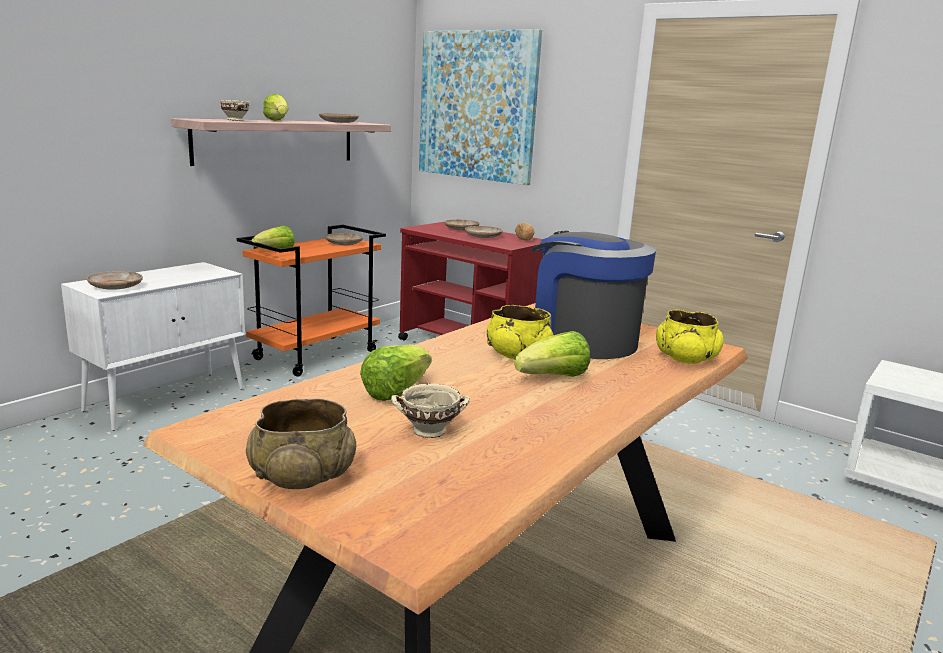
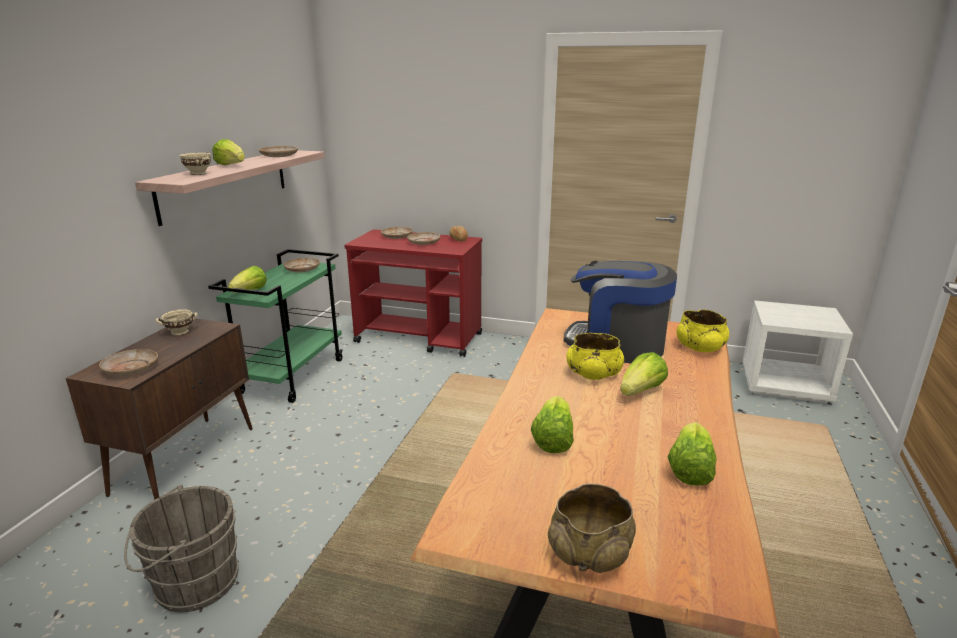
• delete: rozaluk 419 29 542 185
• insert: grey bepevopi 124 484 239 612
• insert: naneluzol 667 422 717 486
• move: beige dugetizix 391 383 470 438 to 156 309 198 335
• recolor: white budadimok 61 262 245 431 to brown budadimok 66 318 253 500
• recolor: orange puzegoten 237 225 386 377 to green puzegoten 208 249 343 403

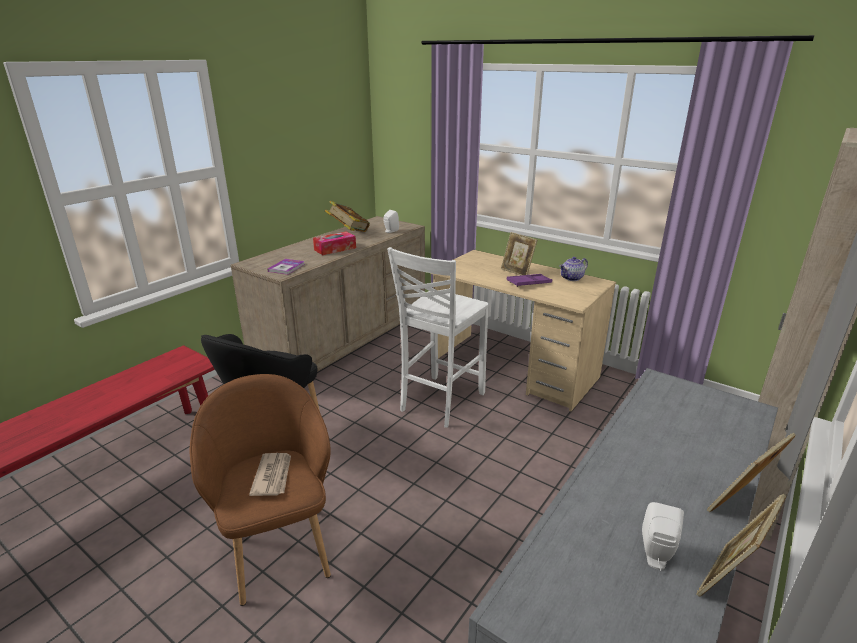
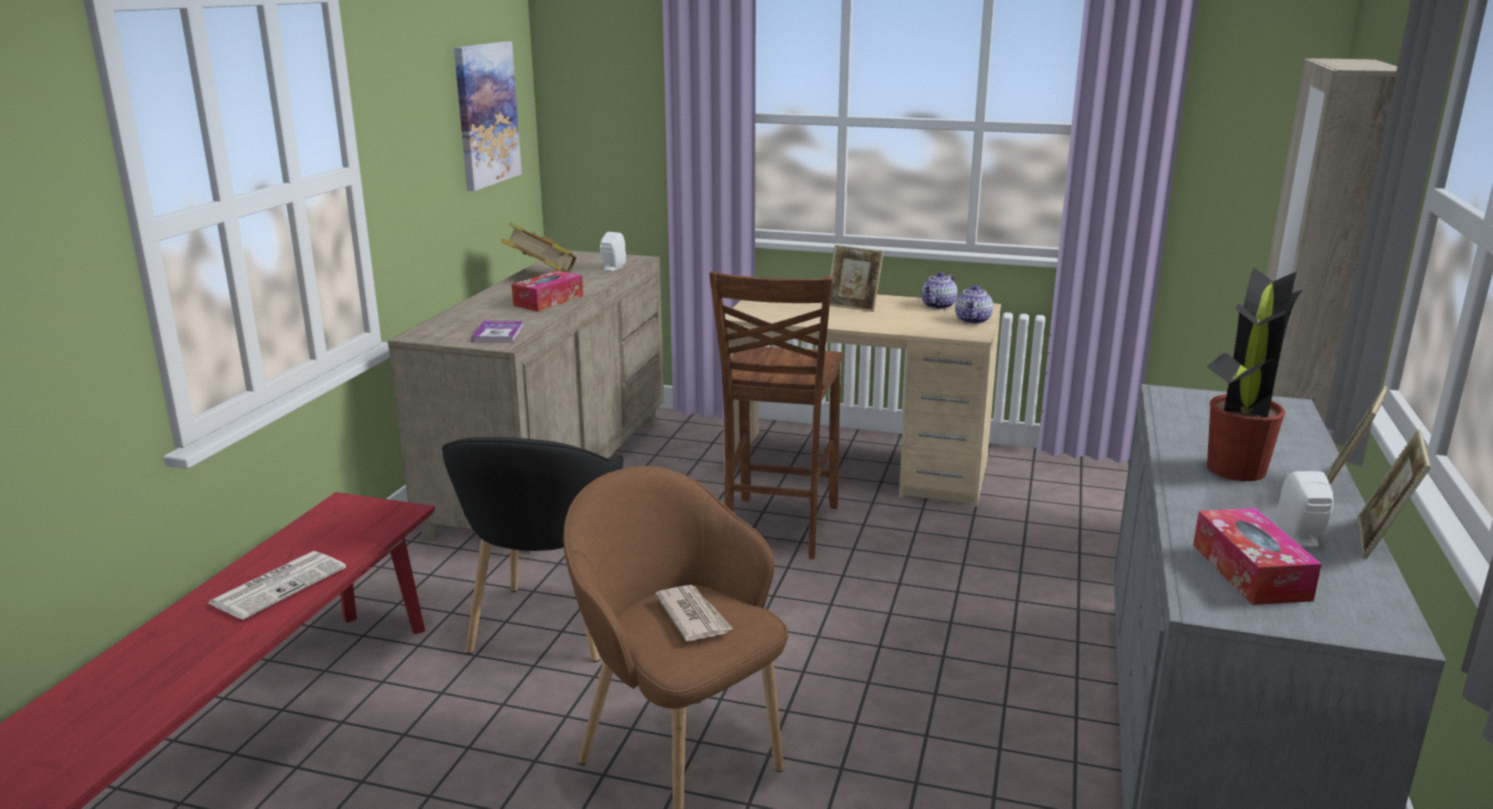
• delete: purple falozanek 506 274 552 287
• insert: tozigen 209 551 346 620
• insert: rozaluk 454 41 522 191
• insert: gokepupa 955 285 993 324
• insert: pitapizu 1193 508 1322 605
• insert: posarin 1206 267 1303 481
• recolor: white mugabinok 387 247 489 428 to brown mugabinok 709 271 844 559

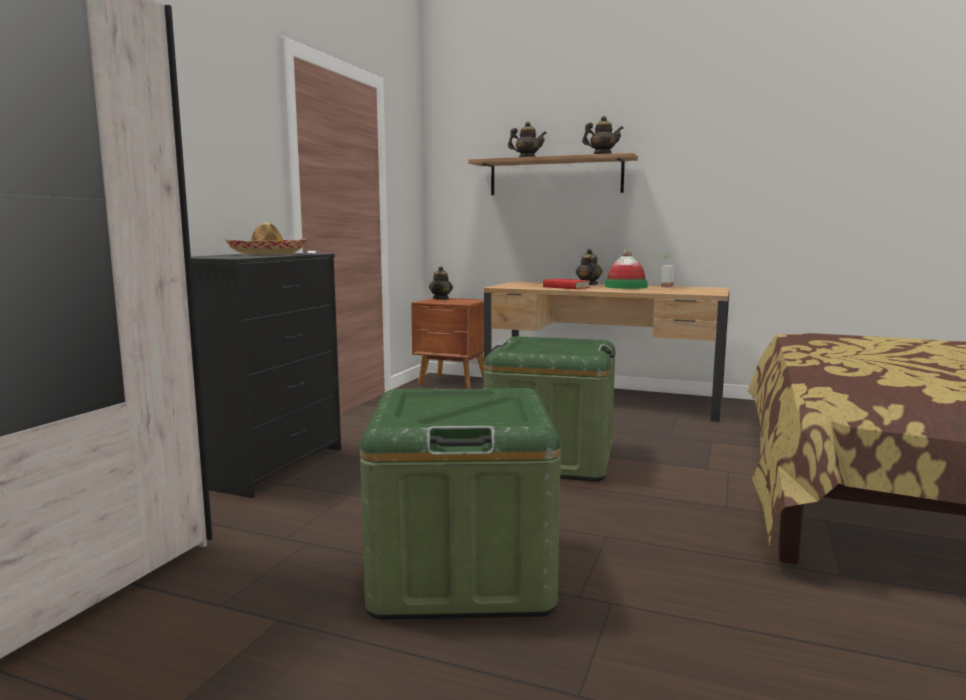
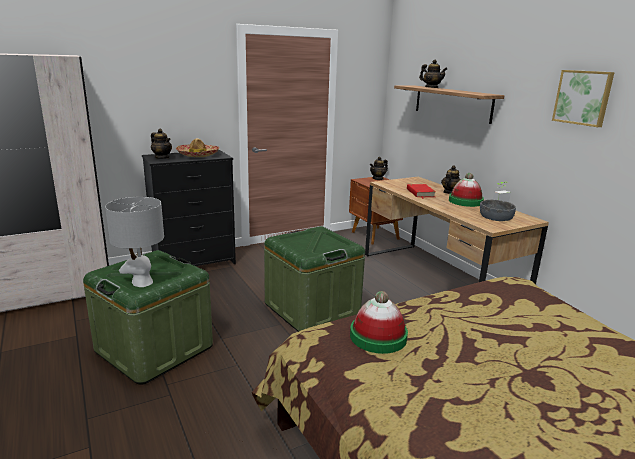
• insert: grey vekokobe 105 197 164 287
• insert: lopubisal 350 291 408 354
• insert: grey dugetizix 480 200 516 221
• insert: rozaluk 552 70 615 127
• move: gokepupa 582 116 624 154 to 151 129 172 159

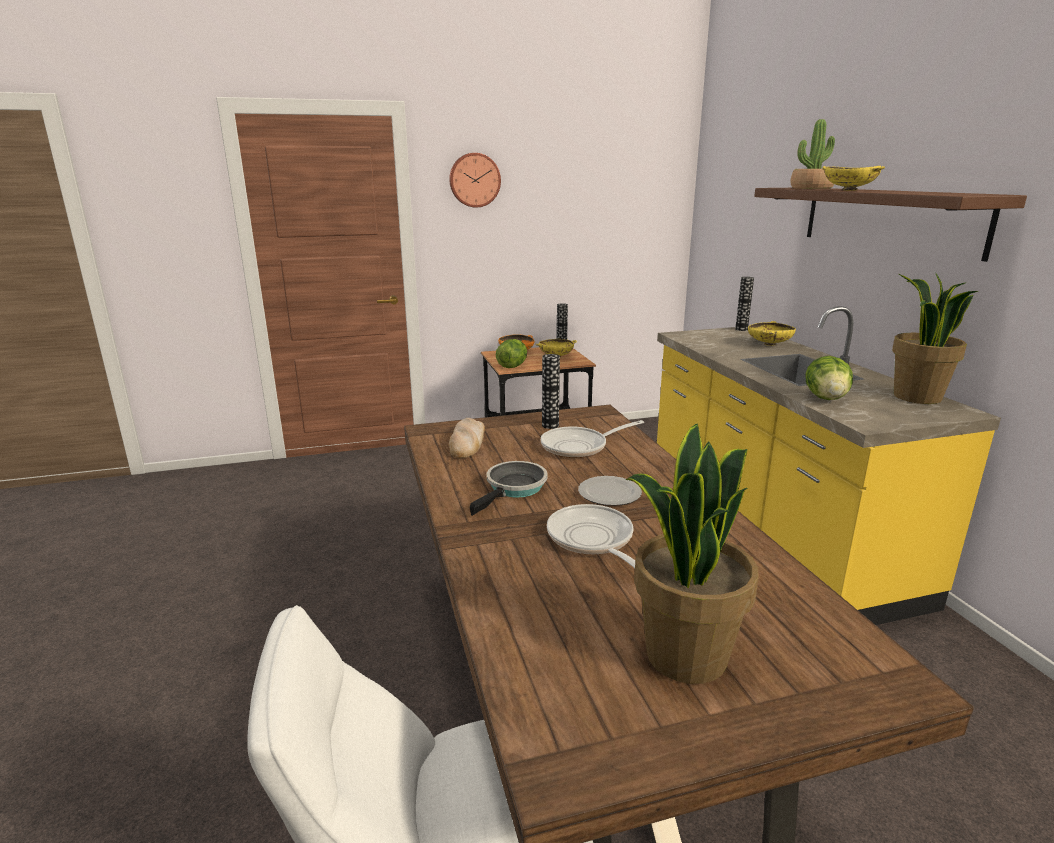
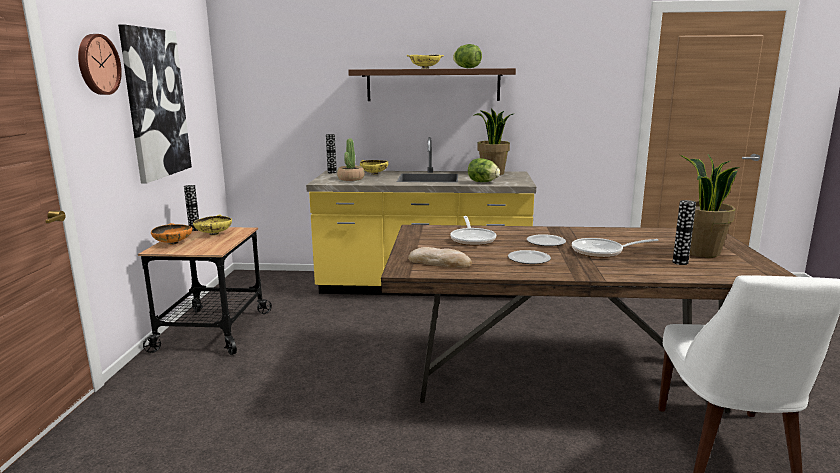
• insert: rozaluk 118 24 192 183
• move: naneluzol 496 339 527 368 to 453 44 482 68
• move: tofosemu 542 354 560 429 to 673 200 696 265
• move: posarin 791 119 835 189 to 337 138 364 181
• replace: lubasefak 470 461 548 516 to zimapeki 508 250 551 264

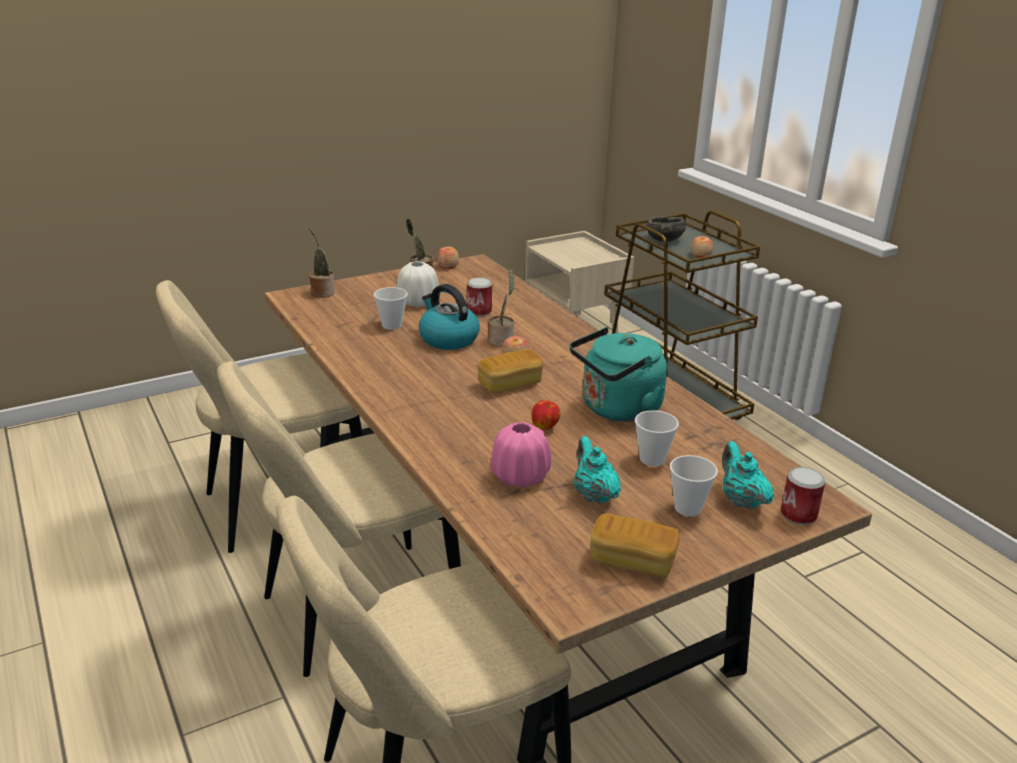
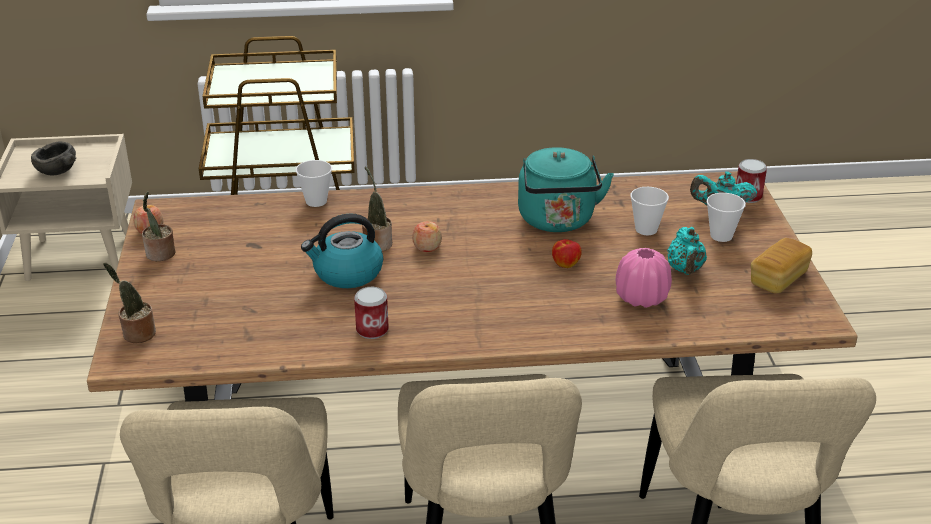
• delete: white tofosemu 397 261 439 307
• delete: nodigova 477 349 544 393
• delete: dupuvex 691 236 713 258
• move: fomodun 374 287 408 330 to 295 160 332 207
• move: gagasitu 467 278 492 317 to 354 287 389 339
• move: grey dugetizix 647 216 686 242 to 31 142 76 175
• rotate: turquoise gokepupa 574 436 621 504 = 667 227 707 275 90 degrees counterclockwise

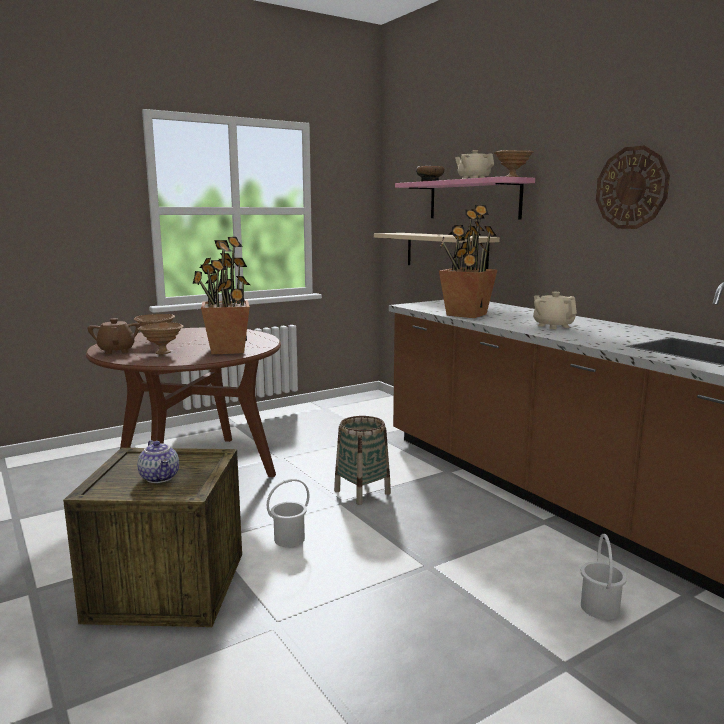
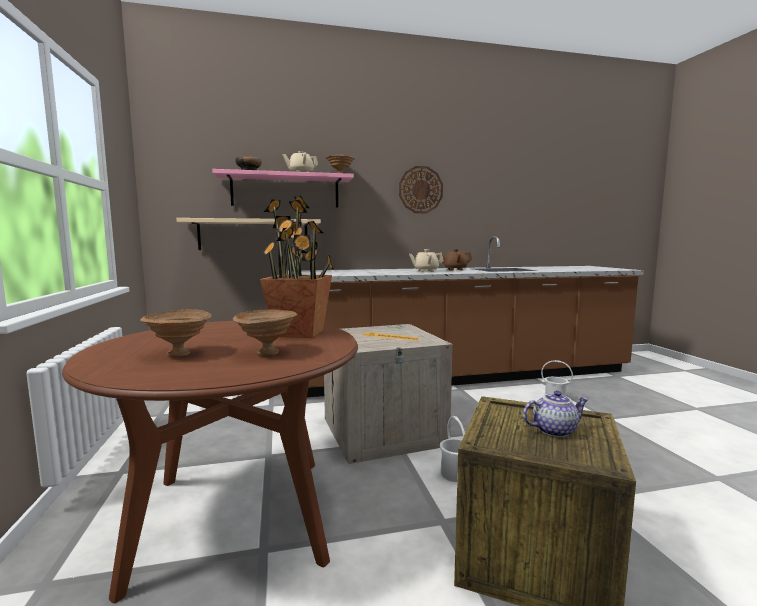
• delete: posarin 439 205 498 318
• move: brown gokepupa 87 318 141 354 to 442 249 472 270
• replace: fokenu 334 416 391 505 to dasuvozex 324 324 453 464

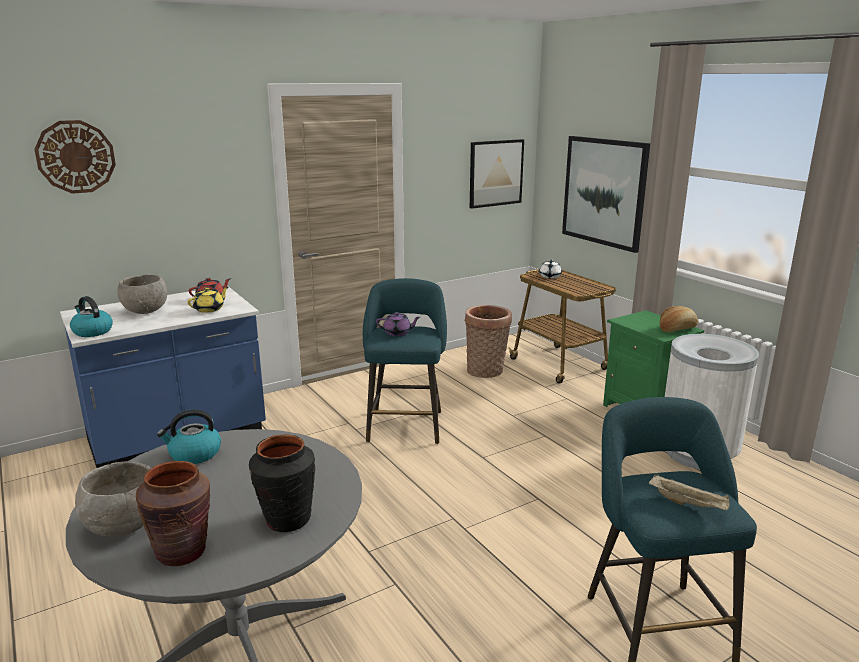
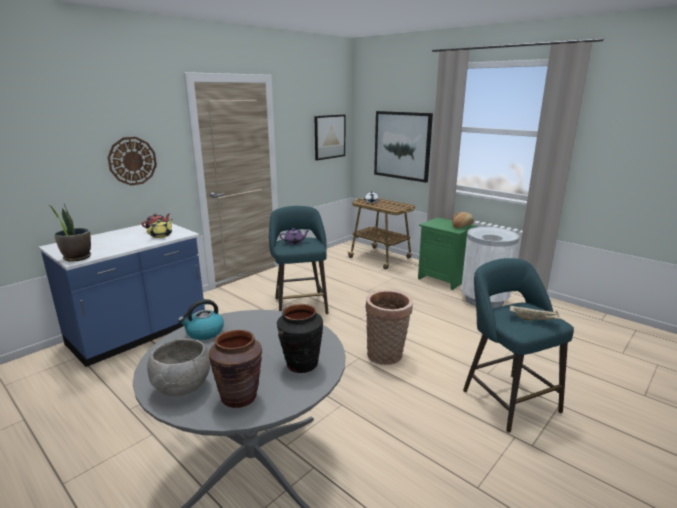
• delete: grey dugetizix 118 274 167 314
• move: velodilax 34 120 116 194 to 107 137 157 186
• move: fokenu 465 305 512 378 to 366 290 413 365
• replace: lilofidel 70 296 113 337 to posarin 49 204 91 262

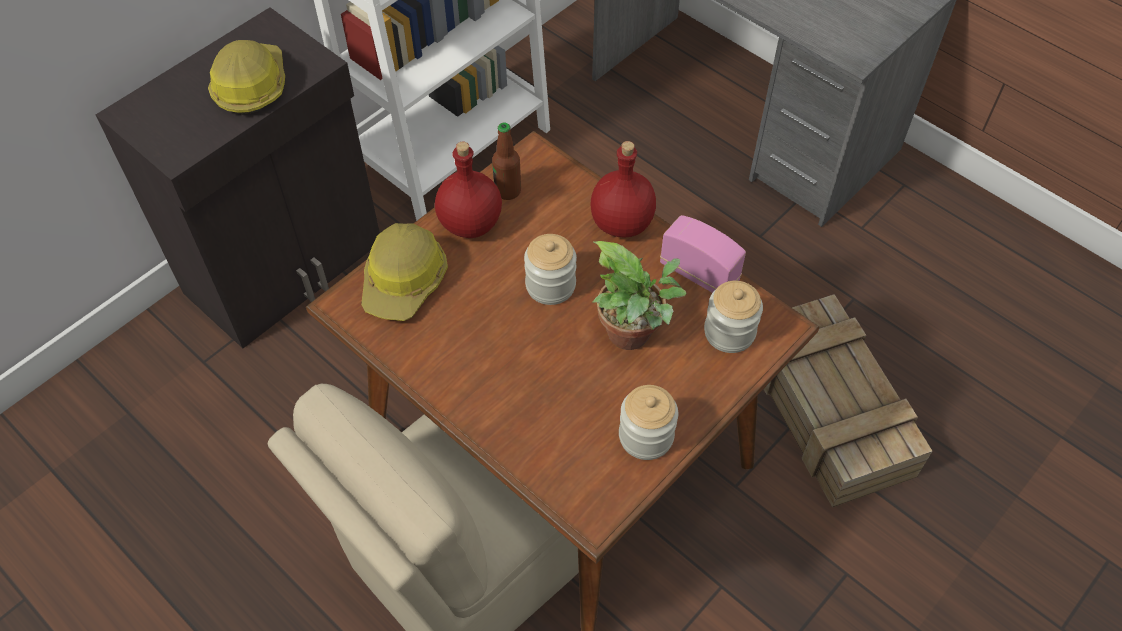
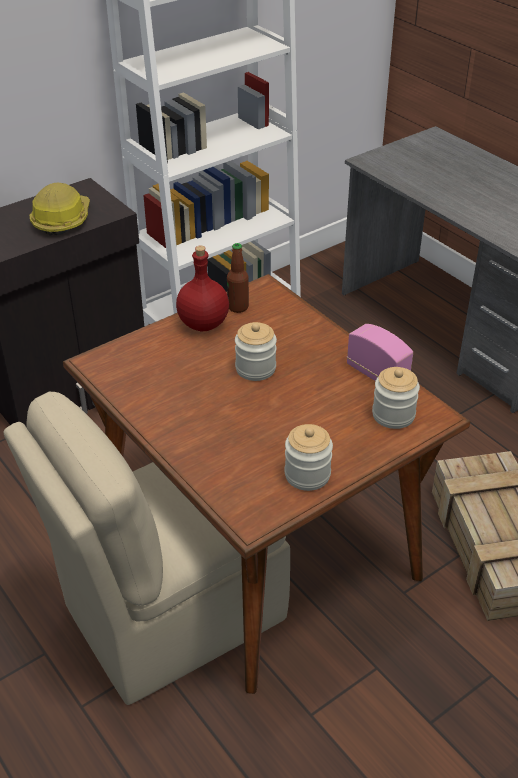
• delete: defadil 361 223 448 321
• delete: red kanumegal 590 141 656 237
• delete: posarin 592 241 687 350

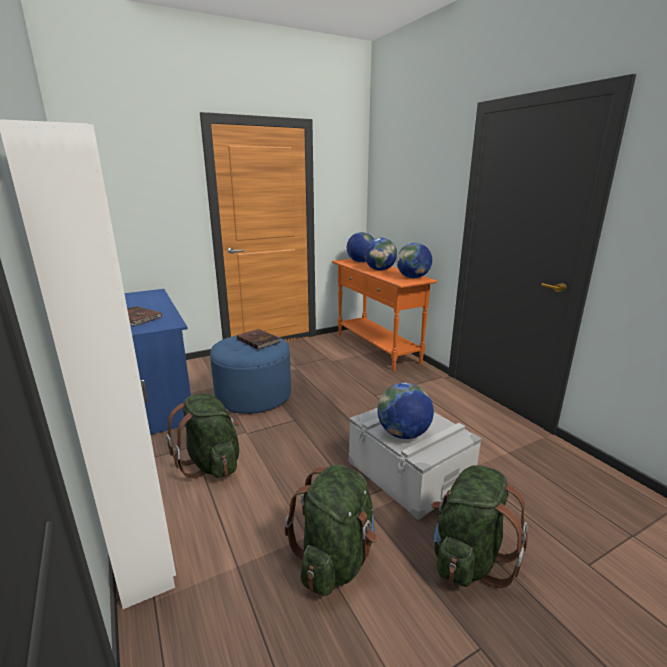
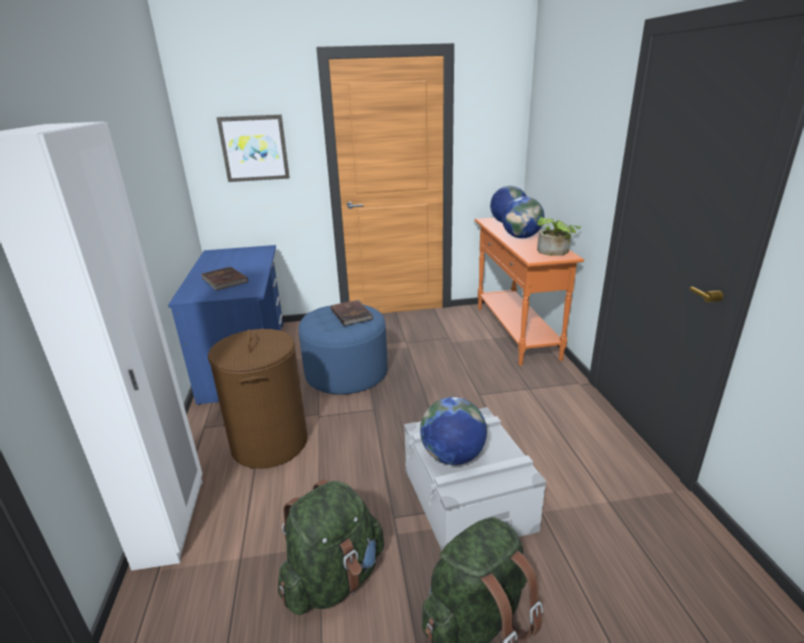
• insert: rozaluk 217 114 290 182
• replace: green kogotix 166 394 239 479 to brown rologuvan 208 329 307 469
• replace: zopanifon 397 243 432 278 to posarin 537 217 581 256

